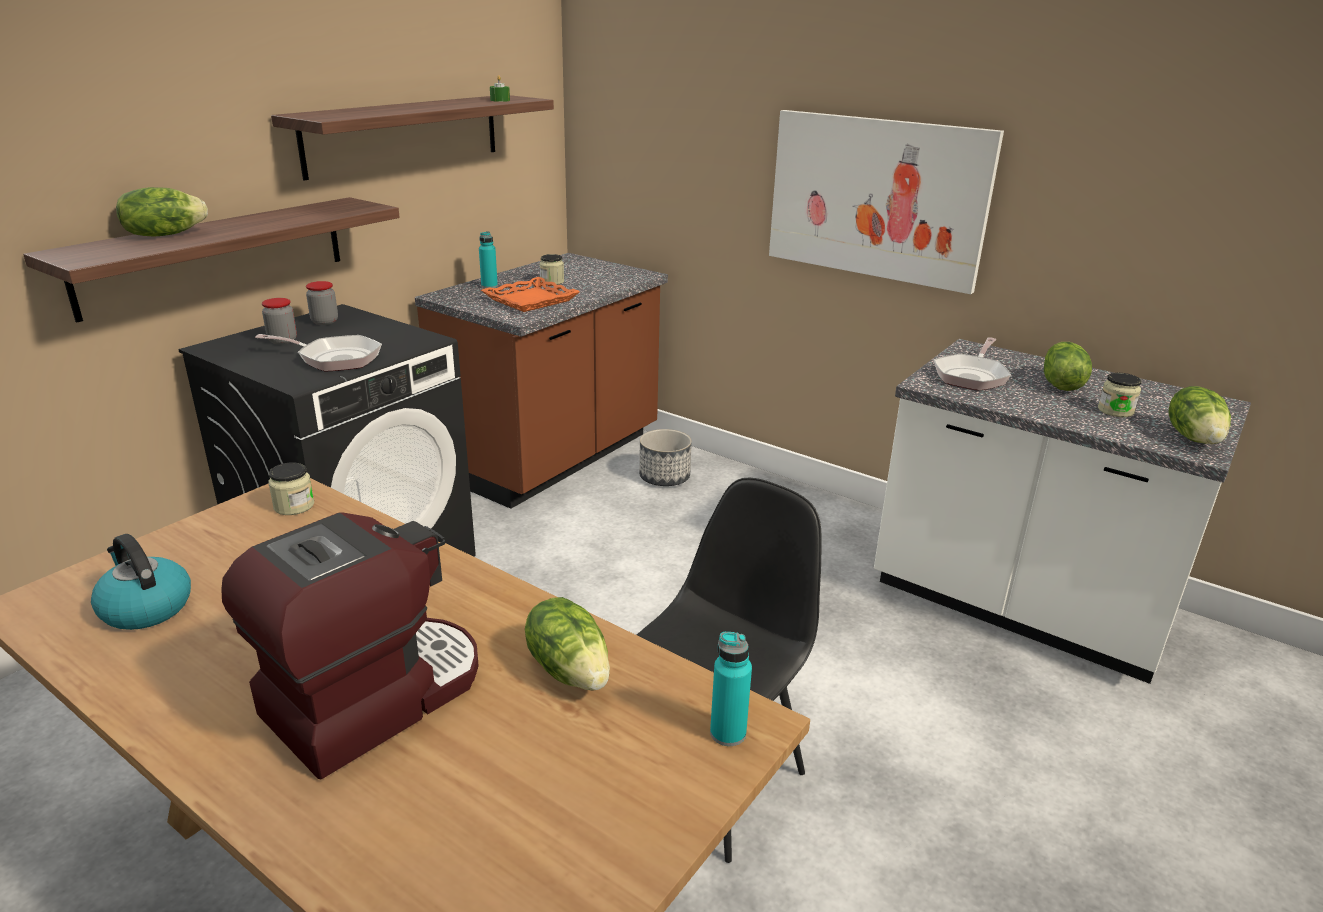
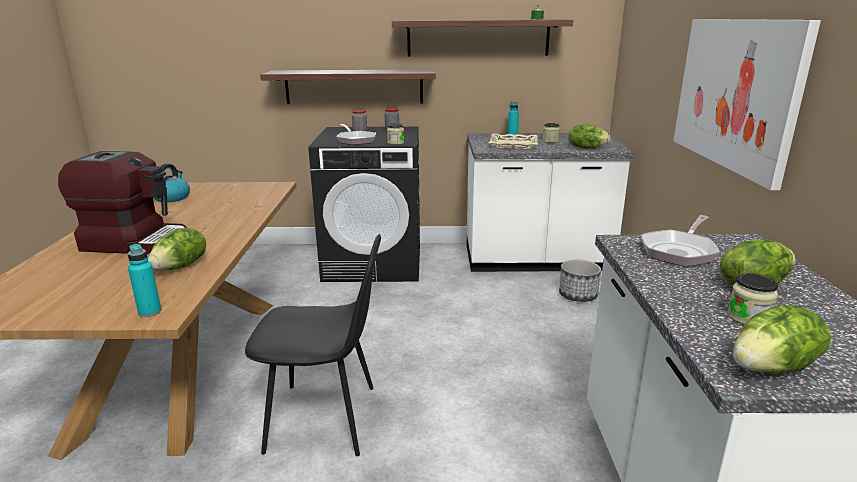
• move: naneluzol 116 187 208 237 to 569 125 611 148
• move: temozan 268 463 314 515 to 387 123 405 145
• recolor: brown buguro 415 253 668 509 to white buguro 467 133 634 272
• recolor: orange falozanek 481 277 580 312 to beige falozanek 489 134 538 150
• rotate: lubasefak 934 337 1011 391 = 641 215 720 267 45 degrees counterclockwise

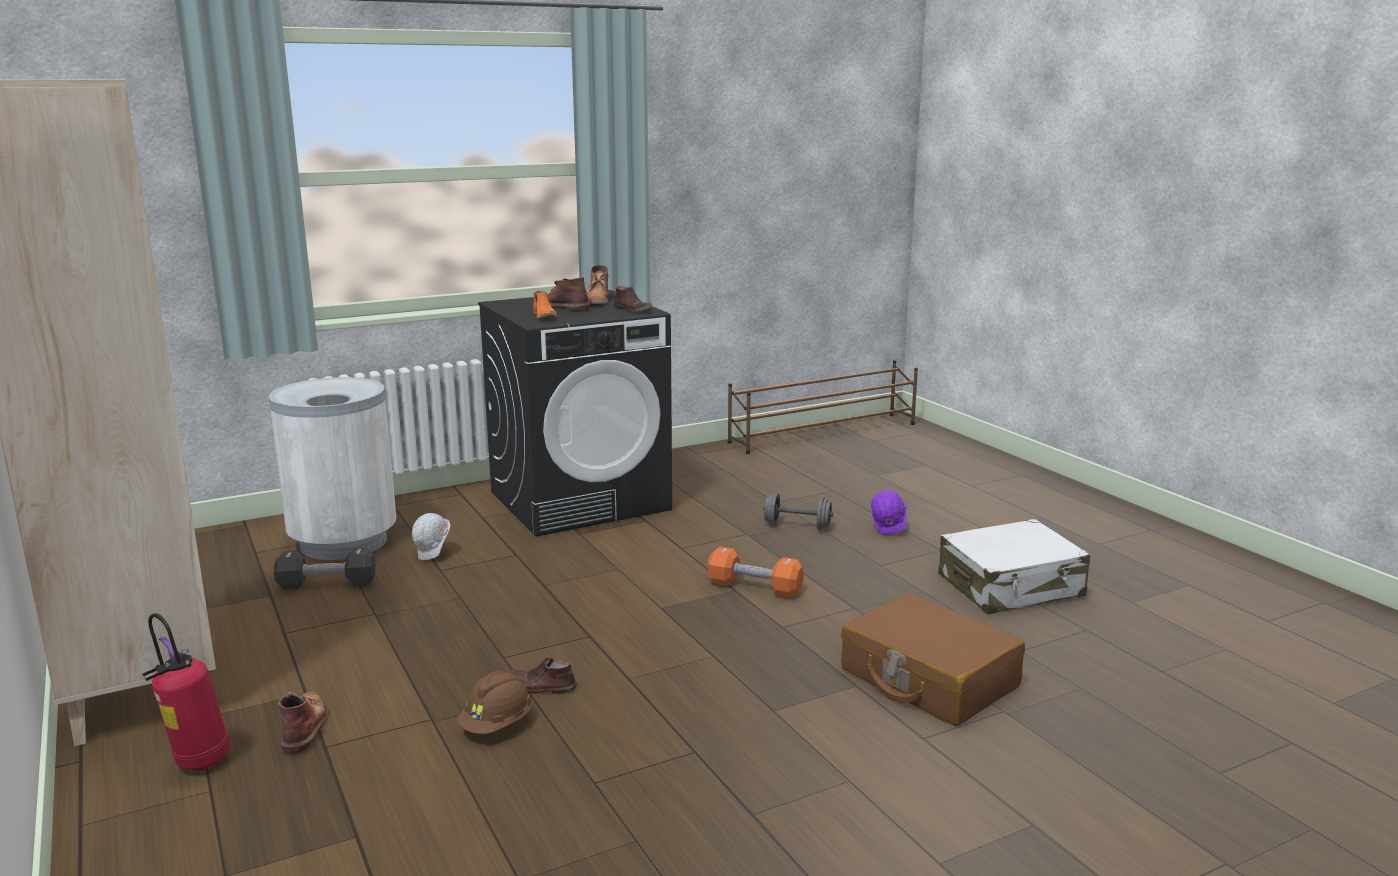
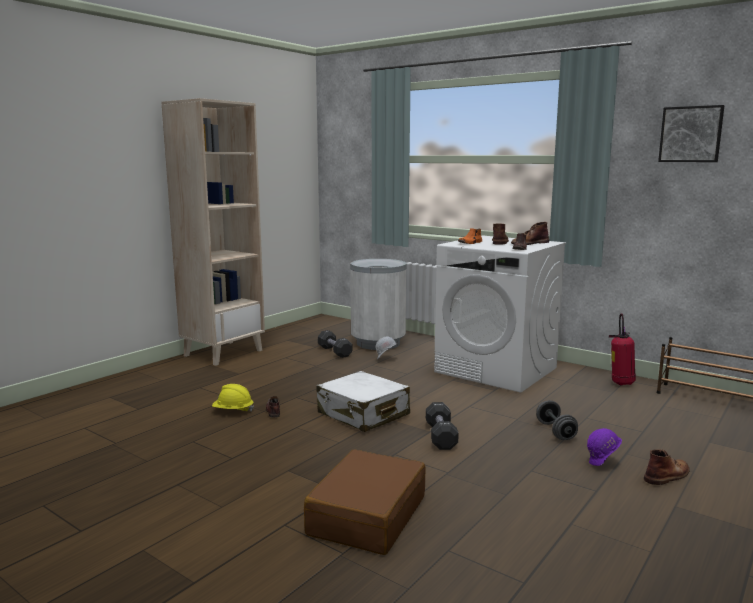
• insert: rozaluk 658 105 725 162
• move: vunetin 142 613 231 771 to 609 313 636 385
• move: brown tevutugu 278 692 328 754 to 644 449 689 485
• move: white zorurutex 938 519 1090 614 to 316 371 410 432
• recolor: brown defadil 457 670 533 734 to yellow defadil 212 384 254 412
• recolor: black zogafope 478 290 672 537 to white zogafope 434 235 566 393
• recolor: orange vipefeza 707 546 804 597 to black vipefeza 426 402 459 450

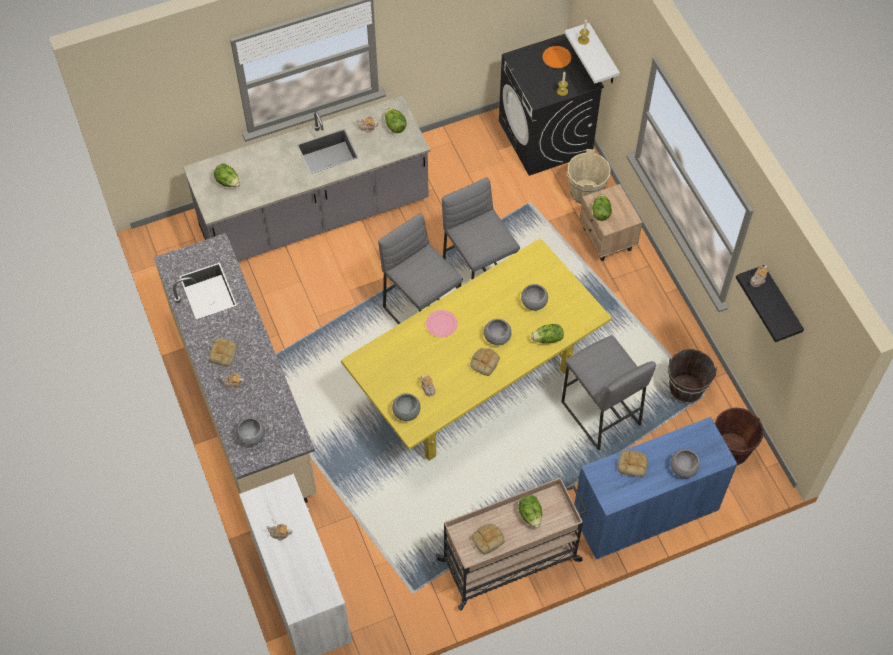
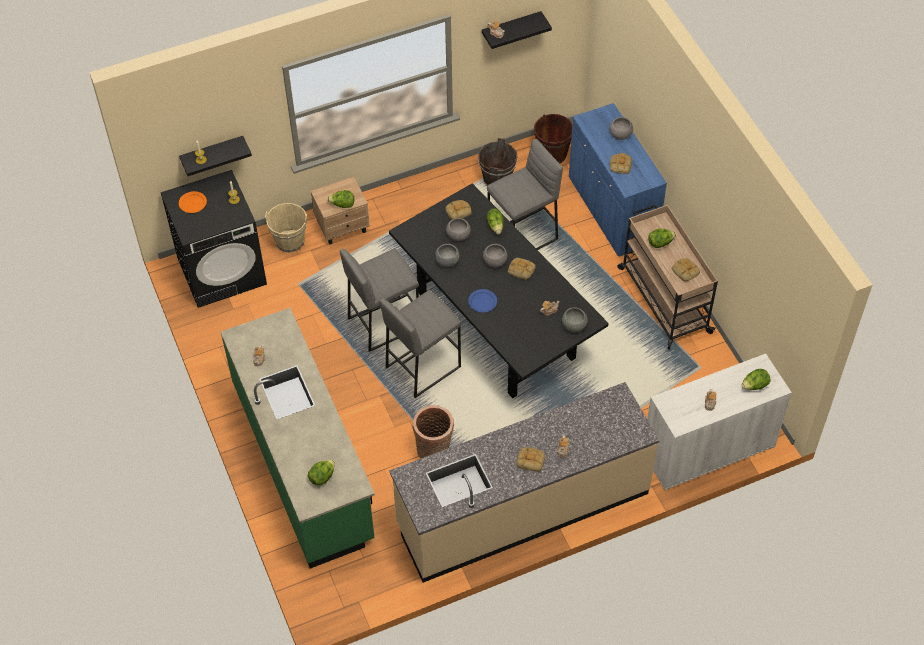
• insert: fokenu 412 405 454 459
• insert: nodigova 445 200 472 220
• move: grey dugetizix 236 417 265 446 to 435 244 459 267
• move: naneluzol 385 108 407 133 to 741 369 771 390
• recolor: grey buguro 183 96 430 262 to green buguro 221 308 375 569
• recolor: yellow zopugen 341 238 612 461 to black zopugen 389 183 609 398
• recolor: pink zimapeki 426 310 458 337 to blue zimapeki 468 289 497 312
• recolor: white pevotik 565 23 620 83 to black pevotik 179 136 252 176

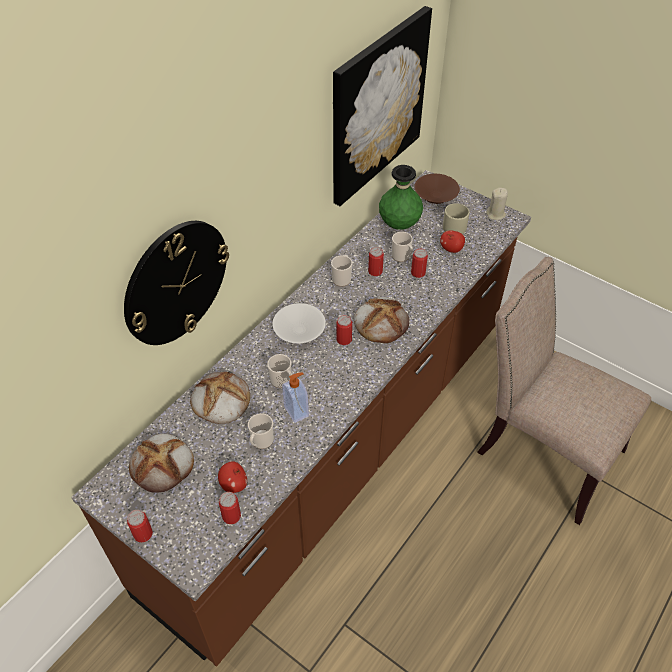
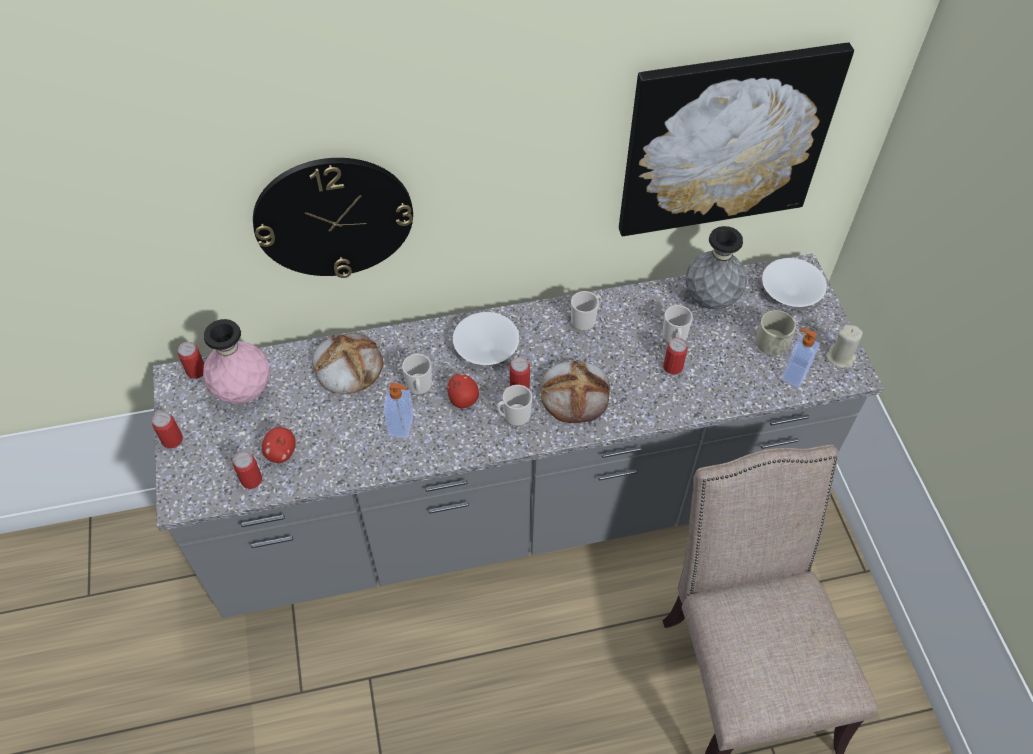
• insert: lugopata 781 328 820 388
• move: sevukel 248 413 274 449 to 497 385 532 426
• move: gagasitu 368 247 384 276 to 178 342 205 379
• move: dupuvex 440 231 465 253 to 447 374 479 408
• replace: nodigova 129 434 194 493 to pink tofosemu 203 319 270 404
• recolor: brown buguro 71 170 531 667 to grey buguro 153 253 884 618
• recolor: green tofosemu 379 165 423 230 to grey tofosemu 686 226 747 309
• recolor: brown dugetizix 414 174 460 204 to white dugetizix 762 258 827 307

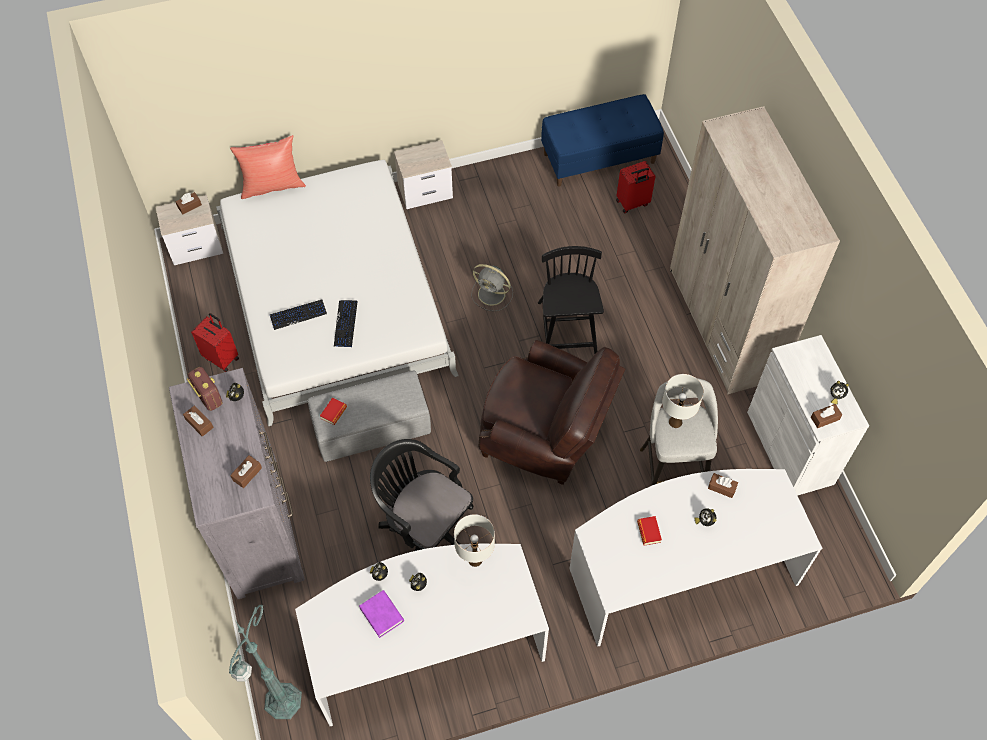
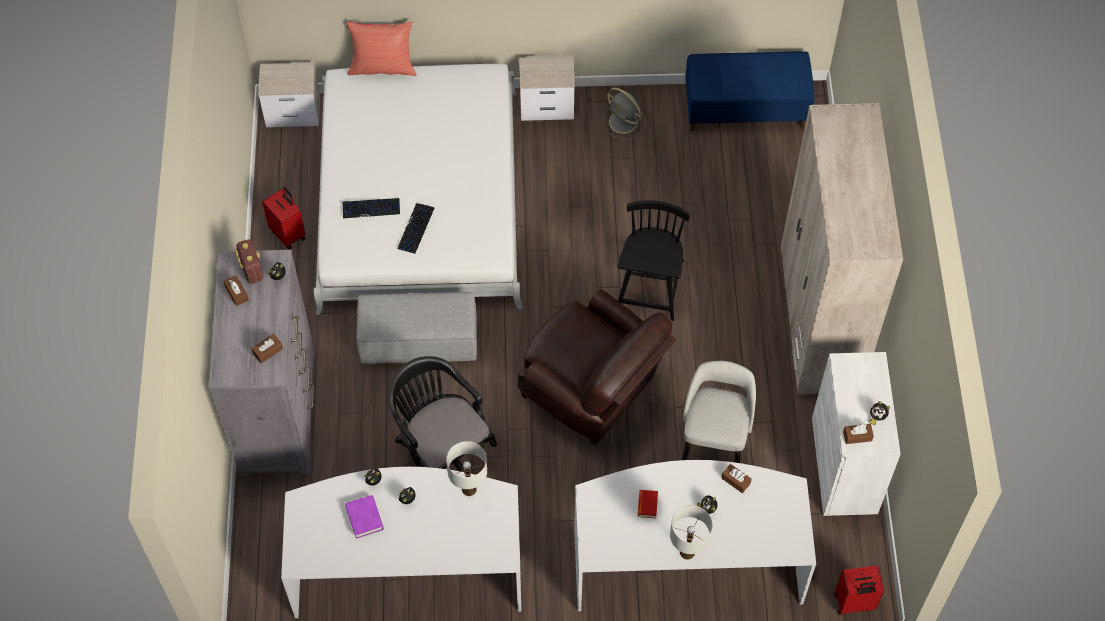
• delete: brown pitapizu 176 192 202 215
• delete: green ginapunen 229 605 302 719
• delete: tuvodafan 320 397 347 425
• move: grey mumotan 471 264 513 311 to 602 88 646 140
• move: red zorurutex 616 161 656 213 to 834 566 884 615
• move: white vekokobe 662 374 704 428 to 670 505 713 560

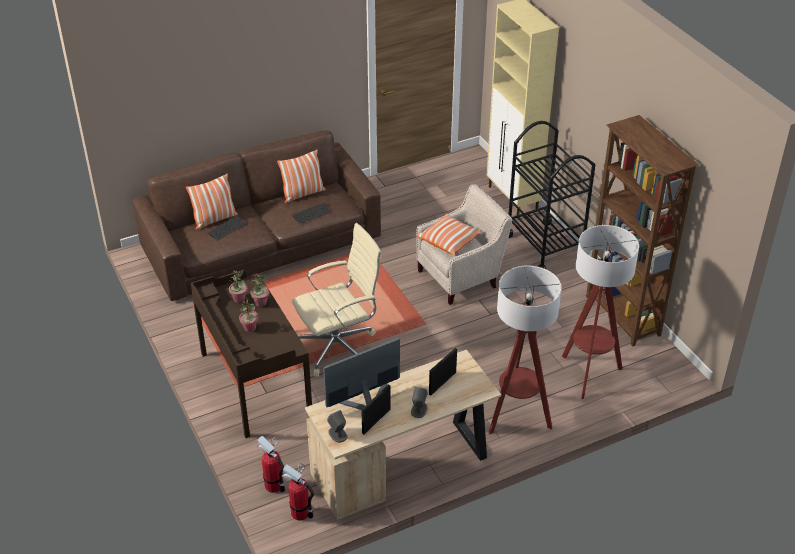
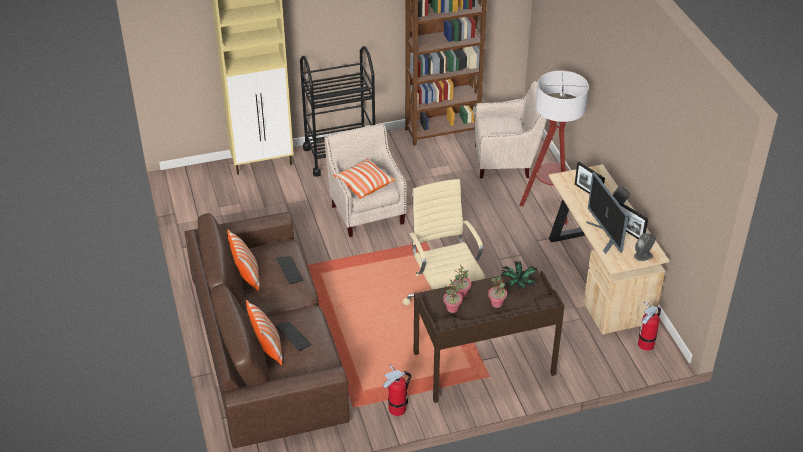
• insert: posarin 501 261 538 290
• move: vunetin 257 436 285 493 to 383 364 412 416
• replace: ginapunen 562 225 639 399 to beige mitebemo 474 81 547 178

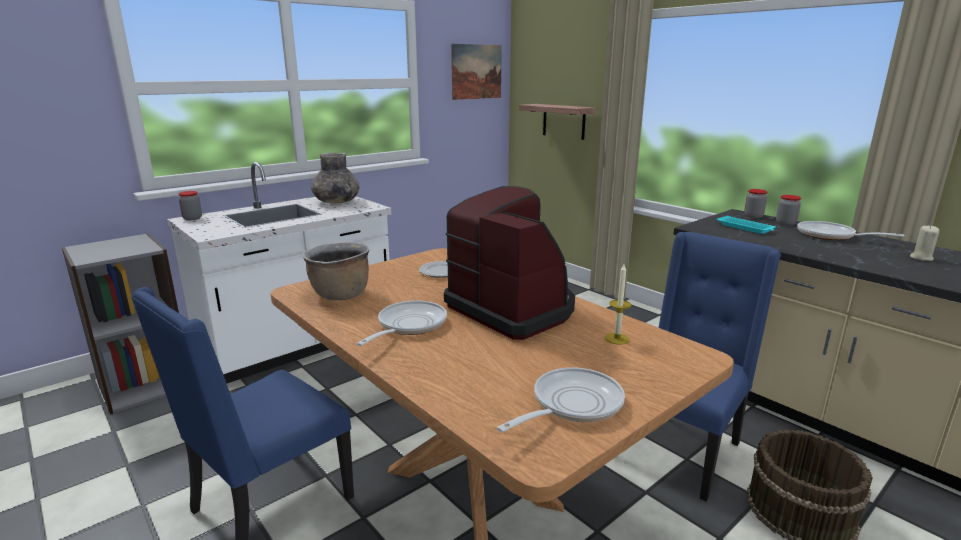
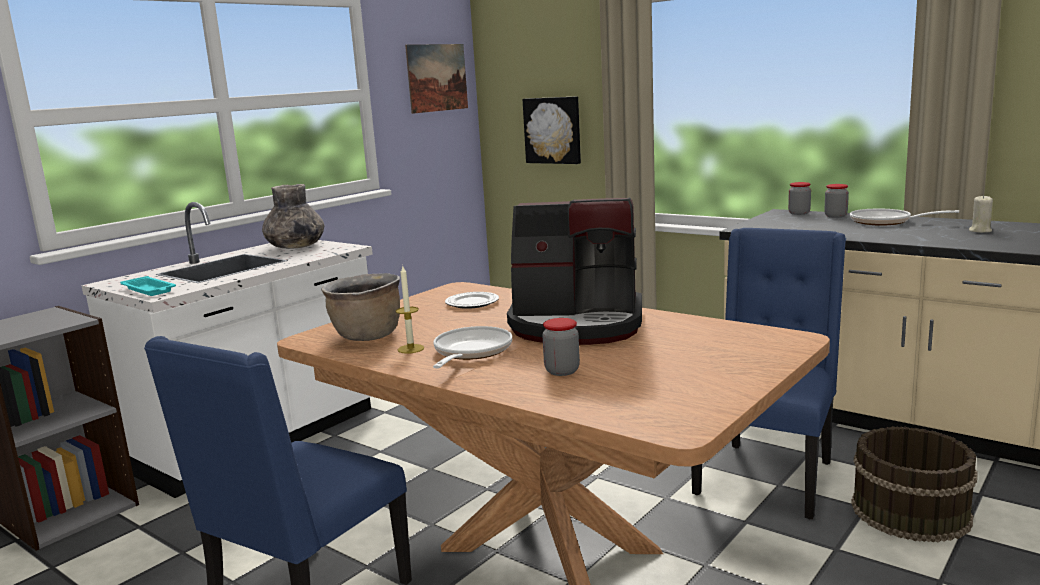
• delete: lubasefak 497 367 625 432
• move: temozan 178 191 202 220 to 542 318 580 376
• move: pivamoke 605 264 631 345 to 396 266 424 354
• move: turquoise falozanek 717 216 776 234 to 120 276 176 296
• replace: pevotik 519 104 596 140 to rozaluk 523 96 581 164
• rotate: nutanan 444 186 575 340 = 507 197 642 345 150 degrees clockwise

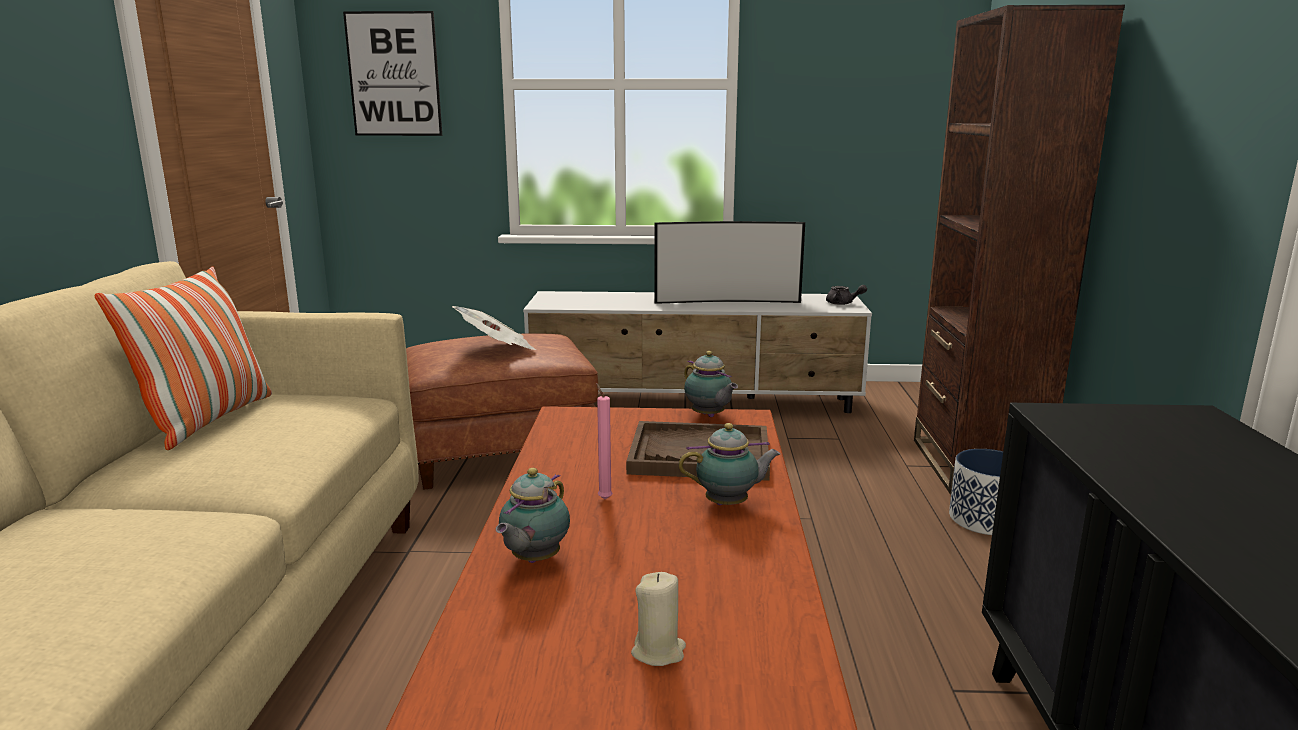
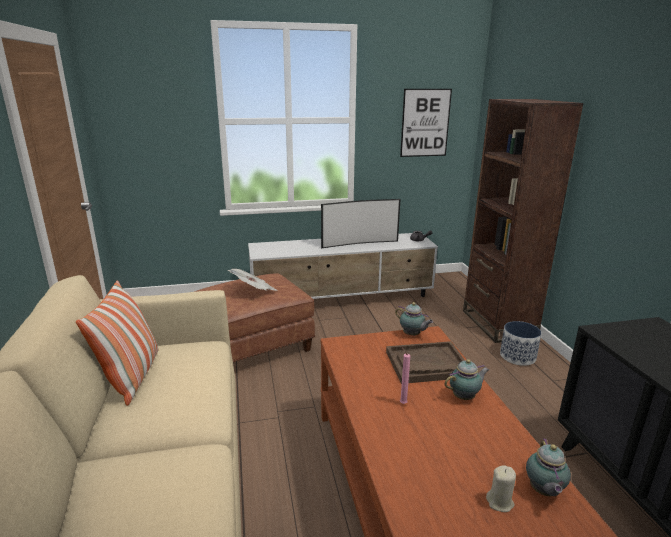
• move: rozaluk 343 11 442 136 to 400 89 452 157
• move: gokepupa 496 468 570 563 to 526 438 571 496

